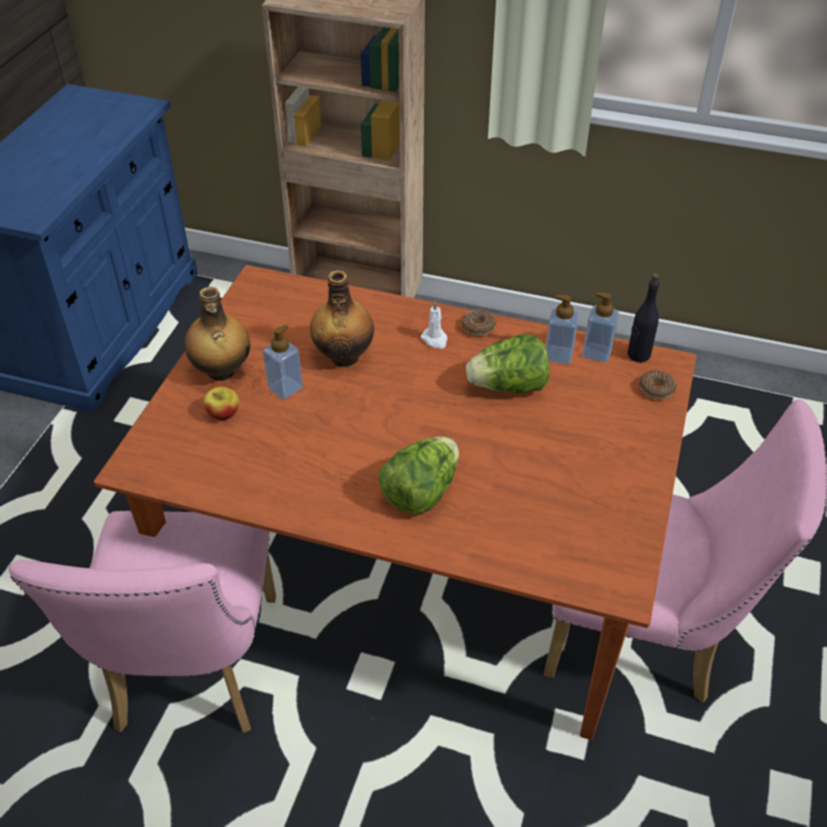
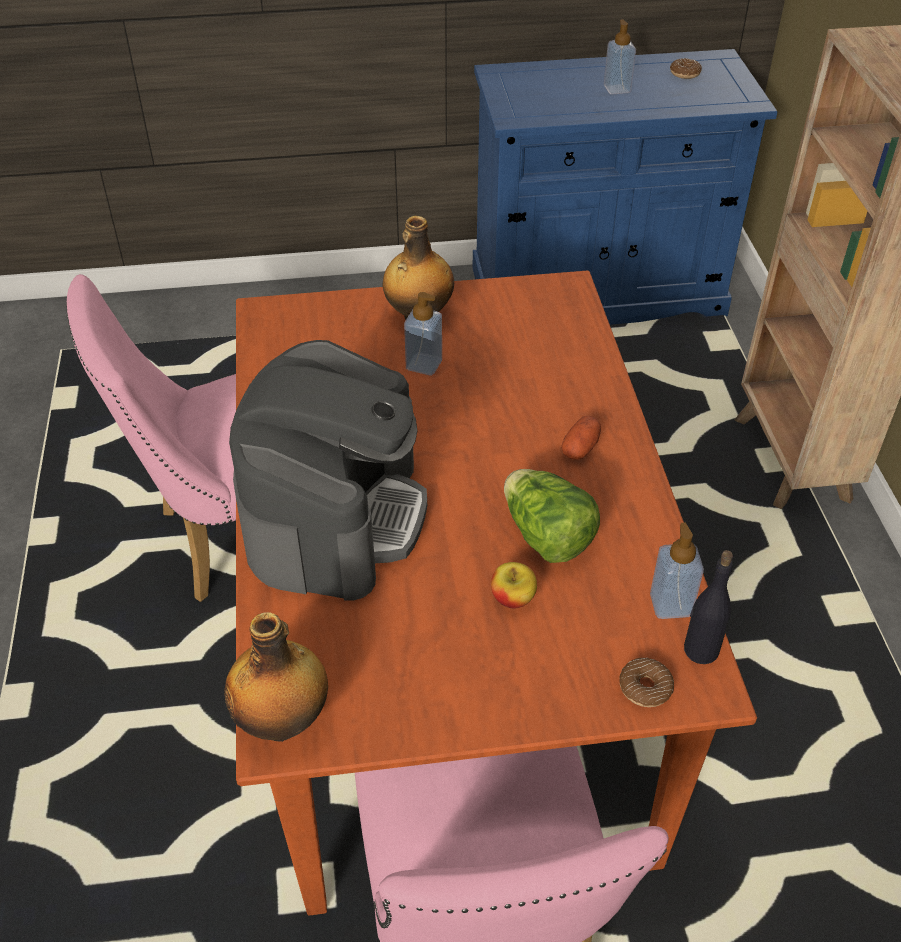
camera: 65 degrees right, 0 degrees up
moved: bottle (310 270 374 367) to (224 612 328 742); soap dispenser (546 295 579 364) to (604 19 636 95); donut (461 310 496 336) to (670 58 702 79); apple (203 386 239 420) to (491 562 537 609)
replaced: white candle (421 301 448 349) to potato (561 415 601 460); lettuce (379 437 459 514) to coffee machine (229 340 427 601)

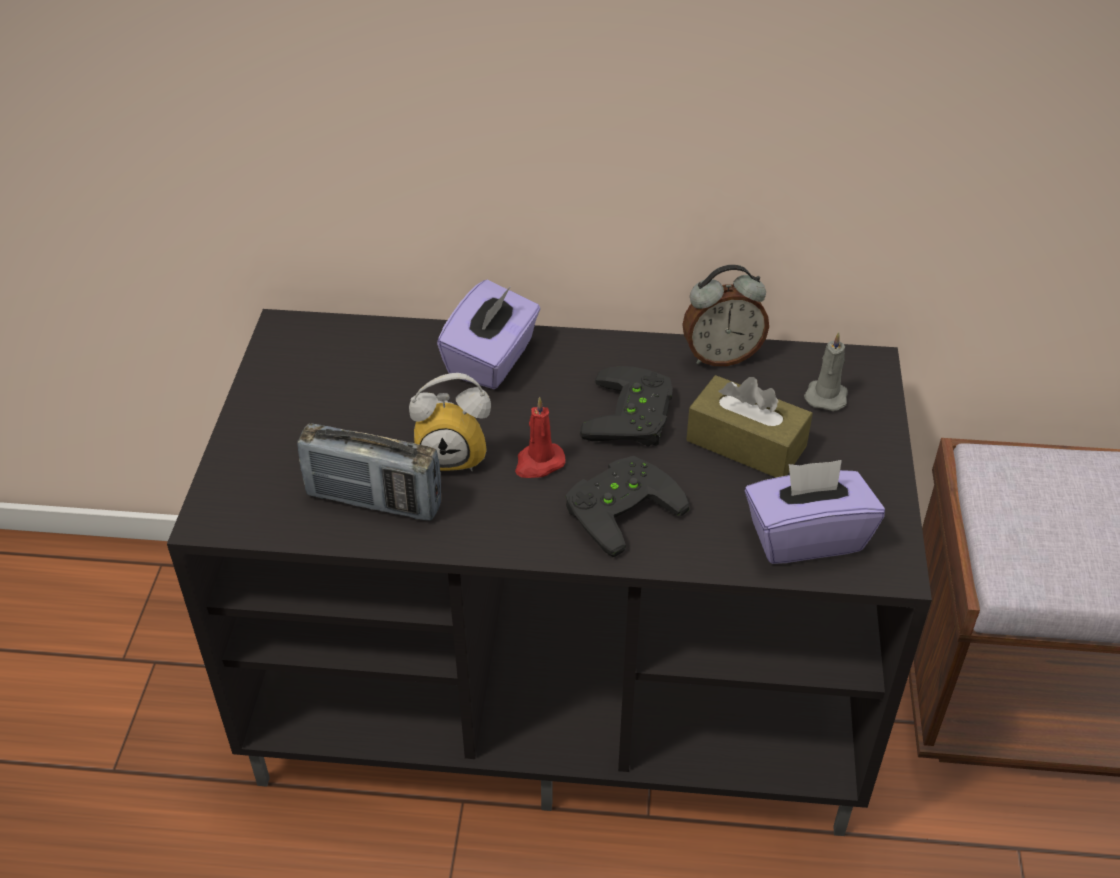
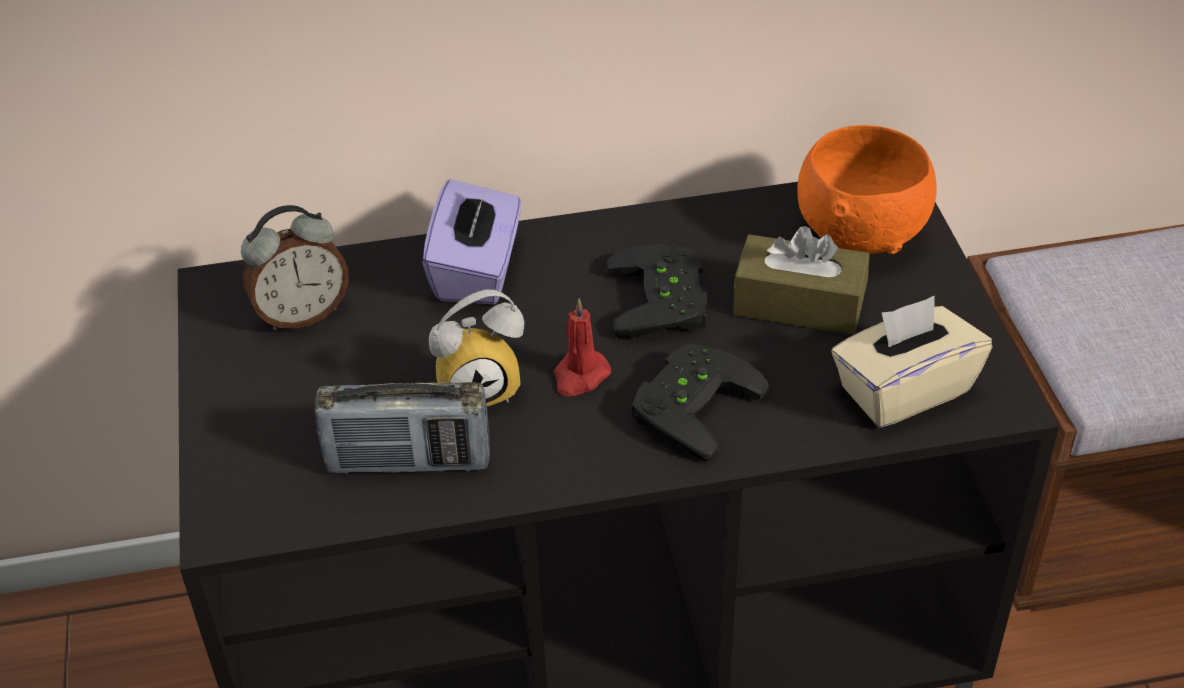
camera: 15 degrees left, 0 degrees up
moved: alarm clock (682 265 769 366) to (241 205 349 330)
replaced: grey candle (804 332 848 411) to orange bowl (797 125 936 254)
recoloured: purple tissue box (745 460 885 564) to beige tissue box (831 296 992 428)

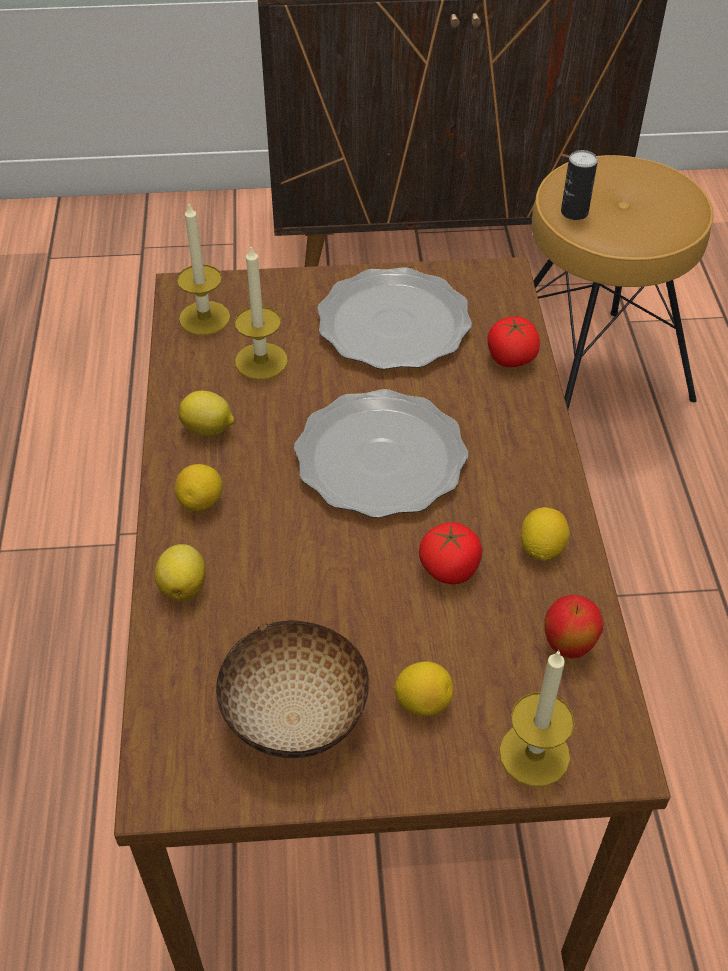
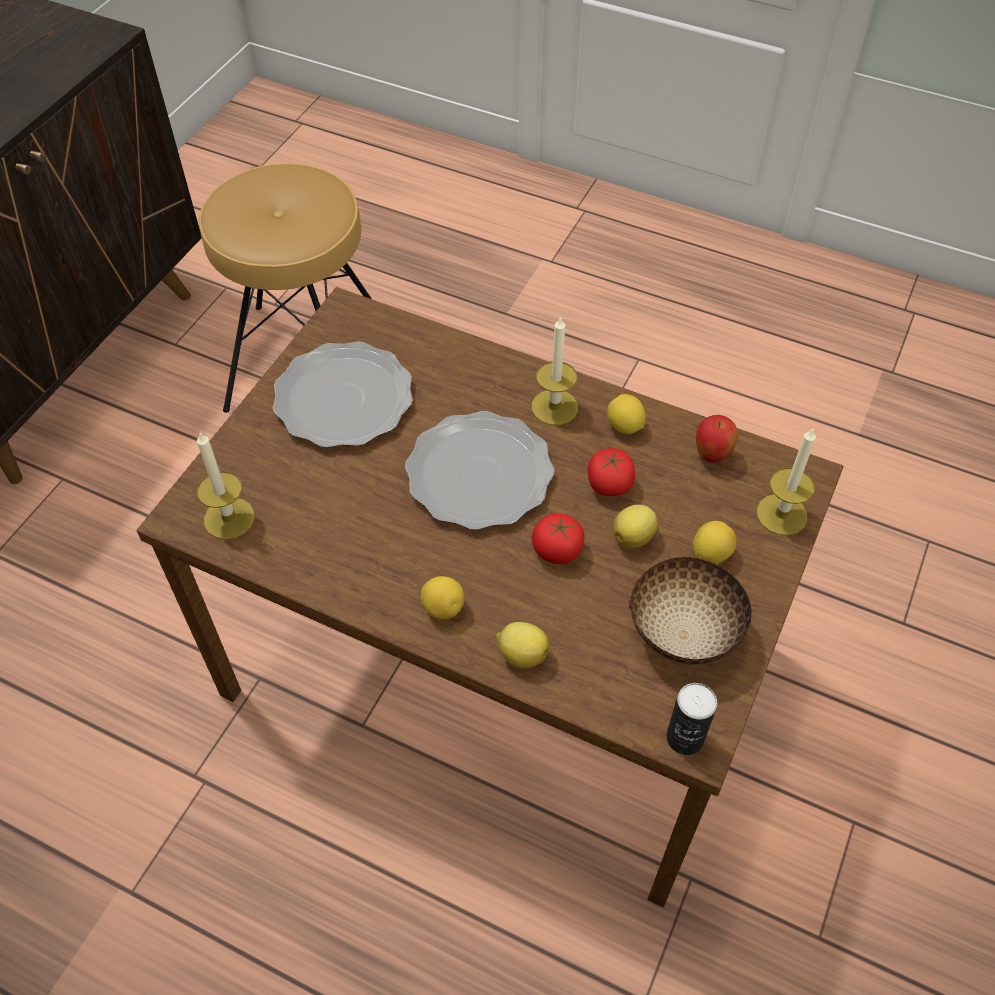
camera: 60 degrees left, 5 degrees up
moved: can (561 150 598 220) to (666 683 718 755); candle (235 245 288 380) to (532 316 578 425); tomato (487 316 540 367) to (532 513 584 564); lemon (179 391 235 436) to (613 505 658 548)

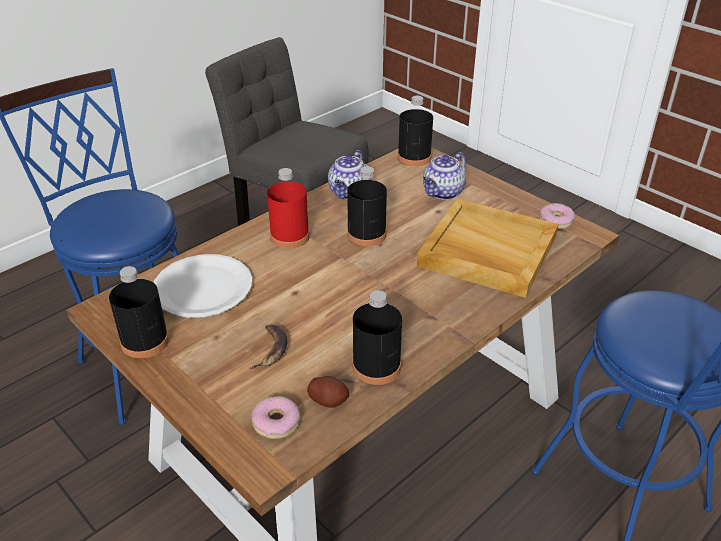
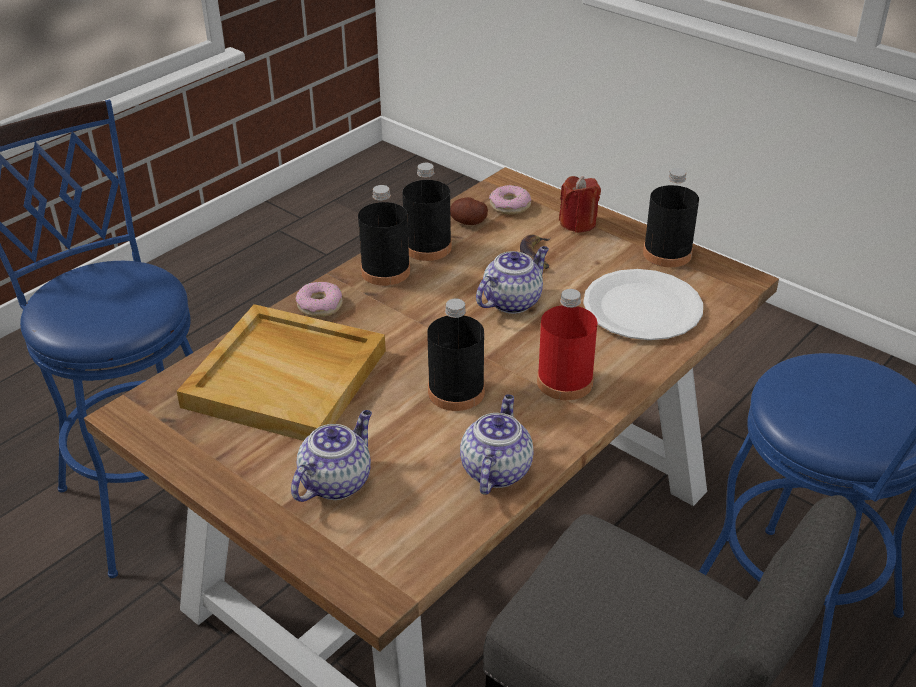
camera: 175 degrees right, 0 degrees up
added: red candle (559 176 601 233); teapot (476 246 549 314)
moved: black bottle (398 96 433 167) to (358 185 410 286); donut (539 203 575 229) to (296 282 343 317)

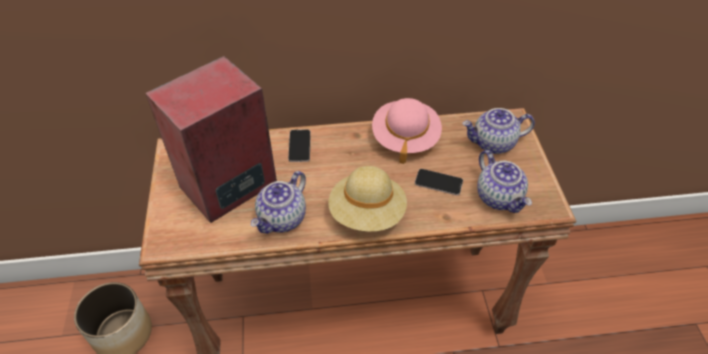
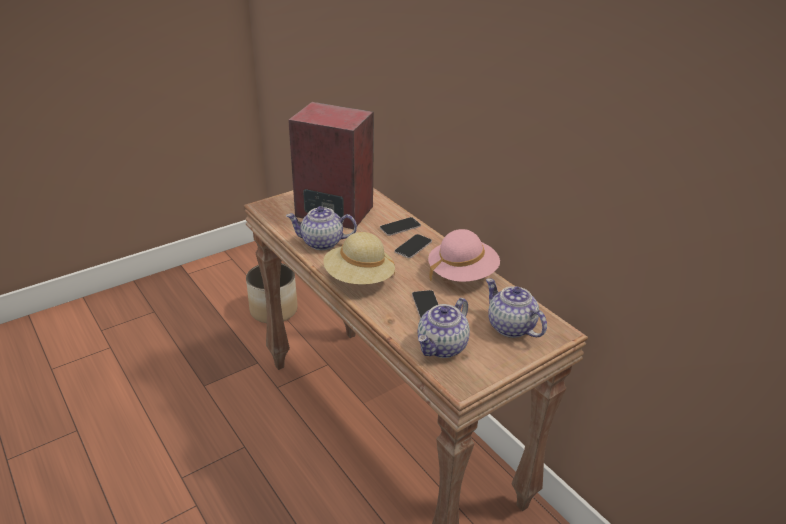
camera: 60 degrees right, 15 degrees down
added: phone (395 234 432 258)

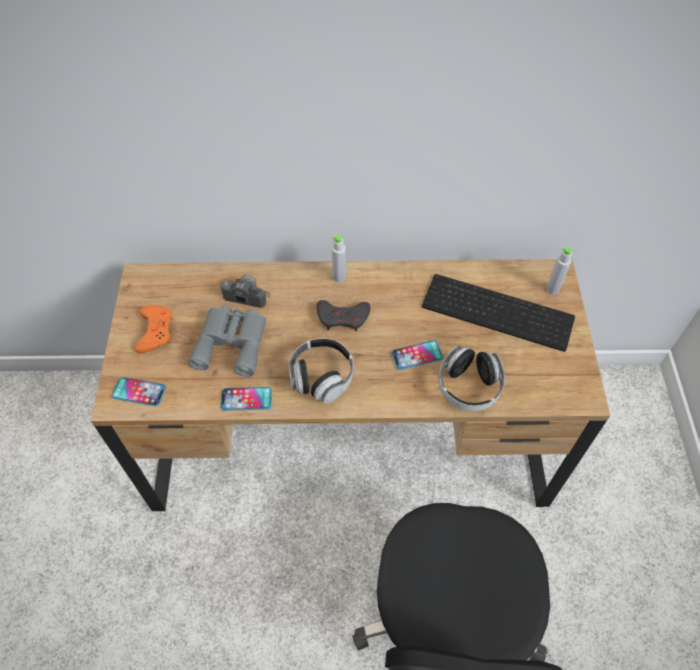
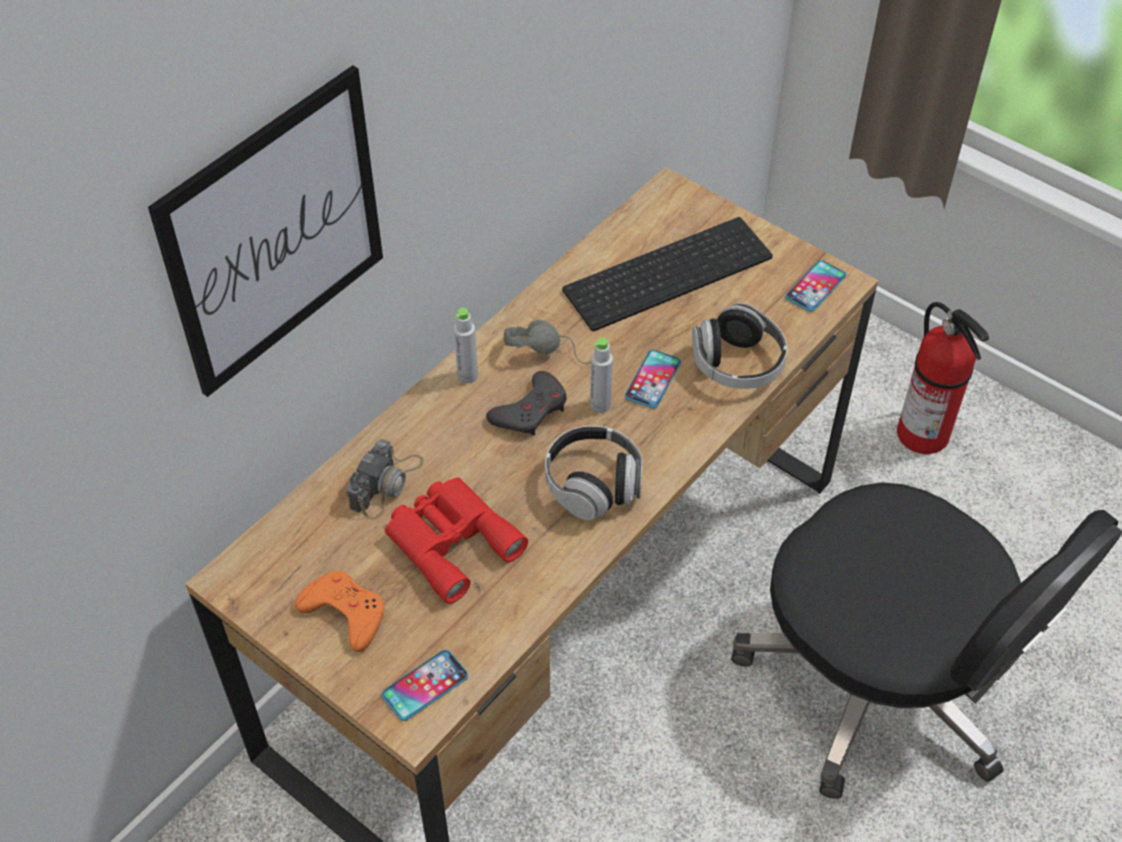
camera: 50 degrees left, 5 degrees down
added: picture (148 65 383 397); fire extinguisher (897 302 989 454); grey headphones (504 320 591 364)
moved: grey bottle (546 247 572 294) to (590 337 613 413); phone (220 387 272 411) to (785 260 846 312)
recoloured: grey binoculars (188 306 266 377) to red binoculars (385 478 528 604)
turned: photo camera (220 274 271 308) = (347 439 424 520) 150 degrees clockwise

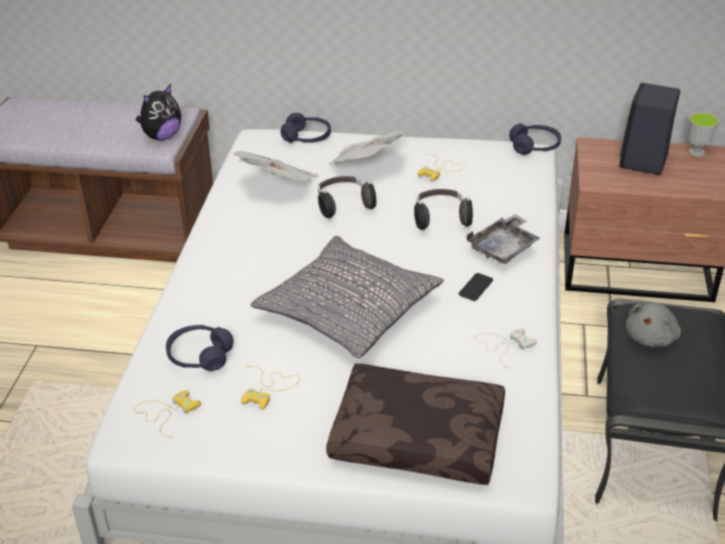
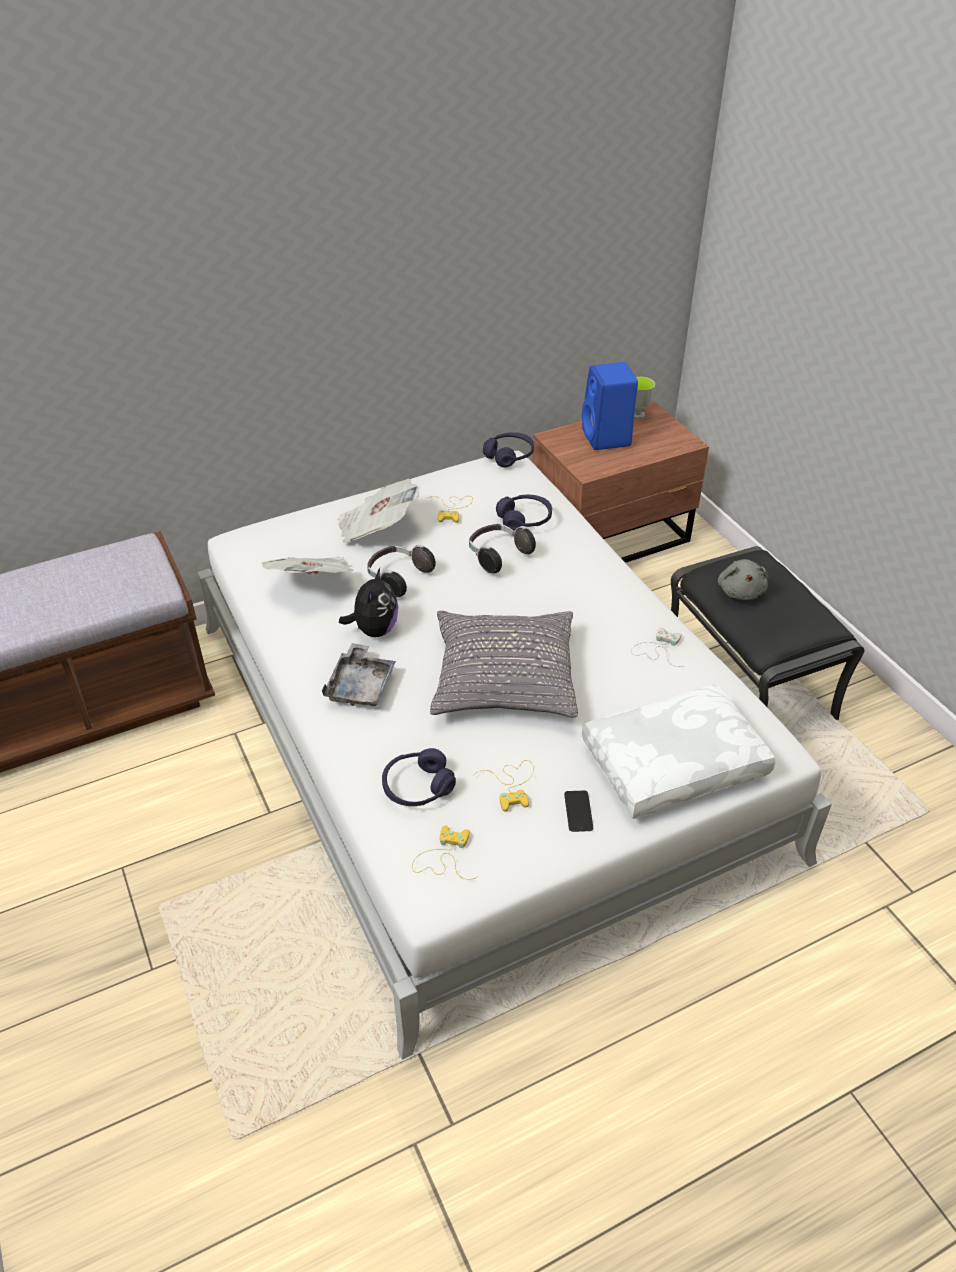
camera: 35 degrees left, 5 degrees up
moved: plush toy (136 84 181 140) to (339 568 398 637); purple headphones (281 113 331 143) to (496 495 552 531); grey tray (467 214 540 264) to (322 643 396 706); phone (458 273 493 301) to (564 791 593 832)
recoloured: black speaker (620 83 680 175) to blue speaker (582 362 638 450); brown pillow (326 364 505 485) to white pillow (582 684 776 819)

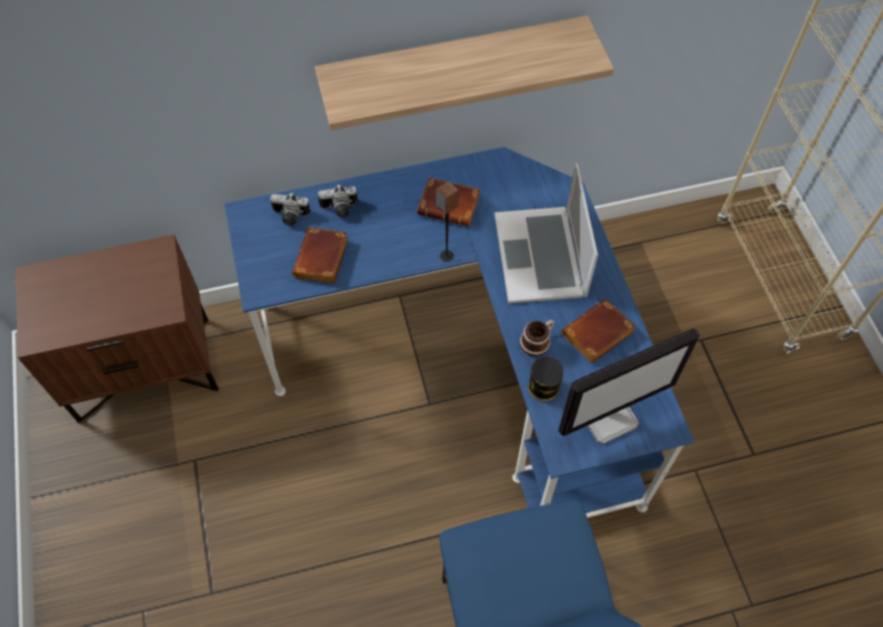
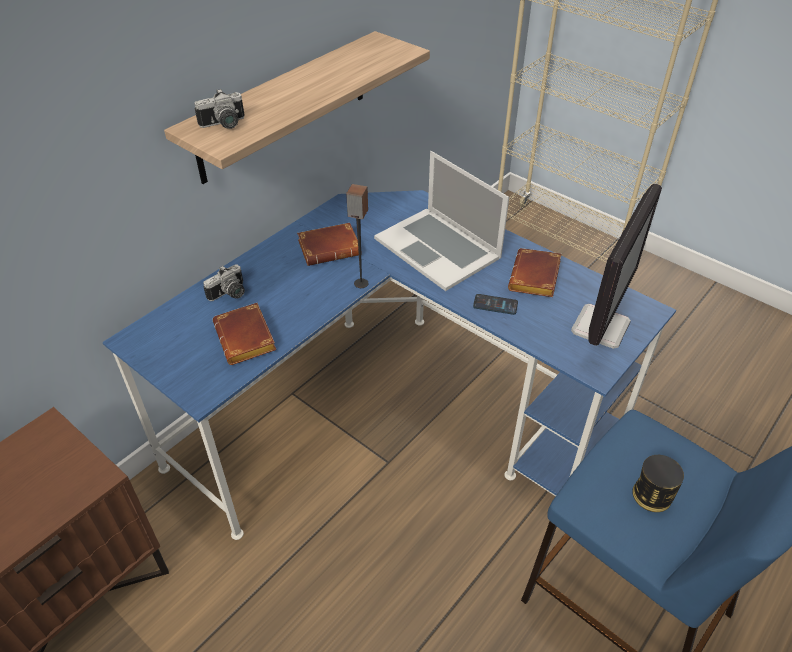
camera: 35 degrees left, 15 degrees down
moved: photo camera (270 192 311 226) to (194 89 244 129); can (528 357 564 401) to (632 455 684 512)
replaced: mug (520 320 554 357) to phone (473 294 518 315)

